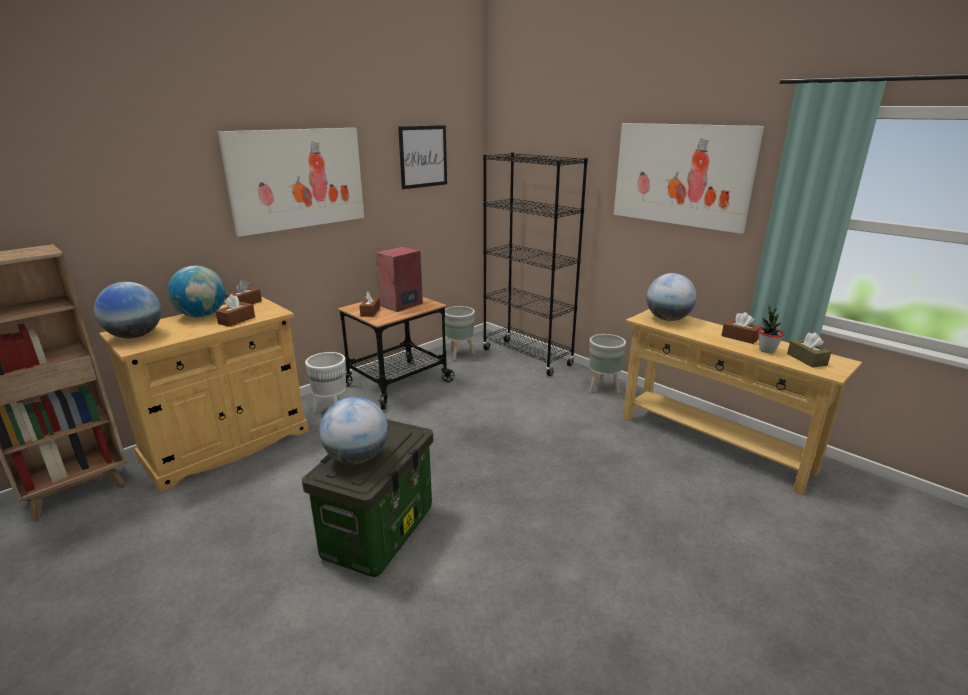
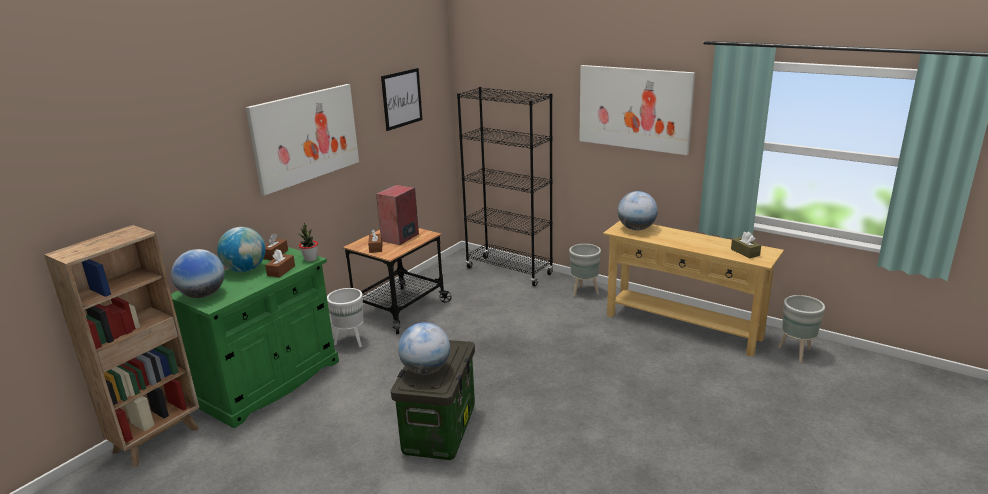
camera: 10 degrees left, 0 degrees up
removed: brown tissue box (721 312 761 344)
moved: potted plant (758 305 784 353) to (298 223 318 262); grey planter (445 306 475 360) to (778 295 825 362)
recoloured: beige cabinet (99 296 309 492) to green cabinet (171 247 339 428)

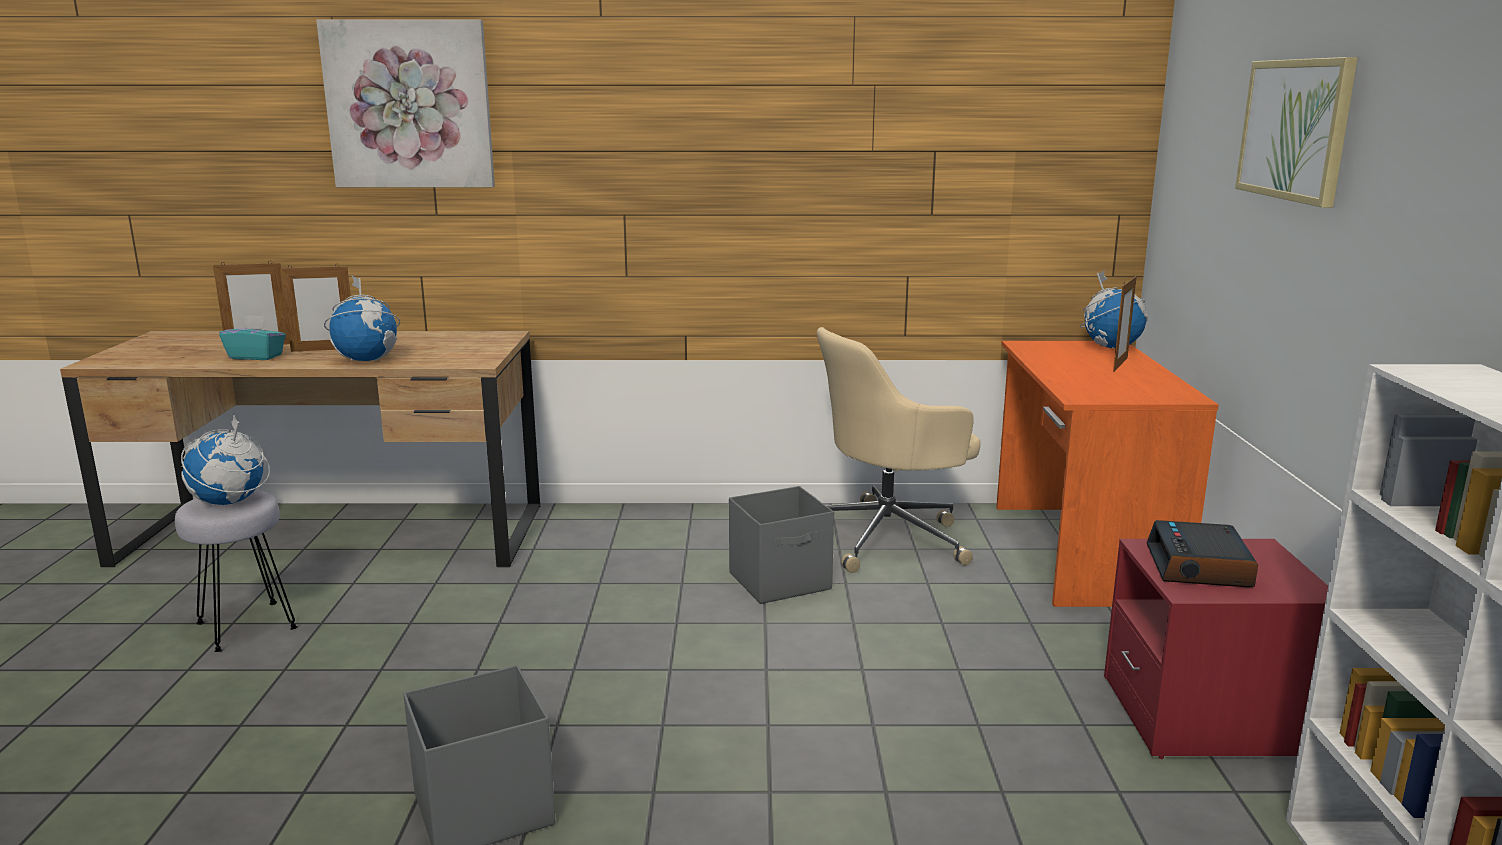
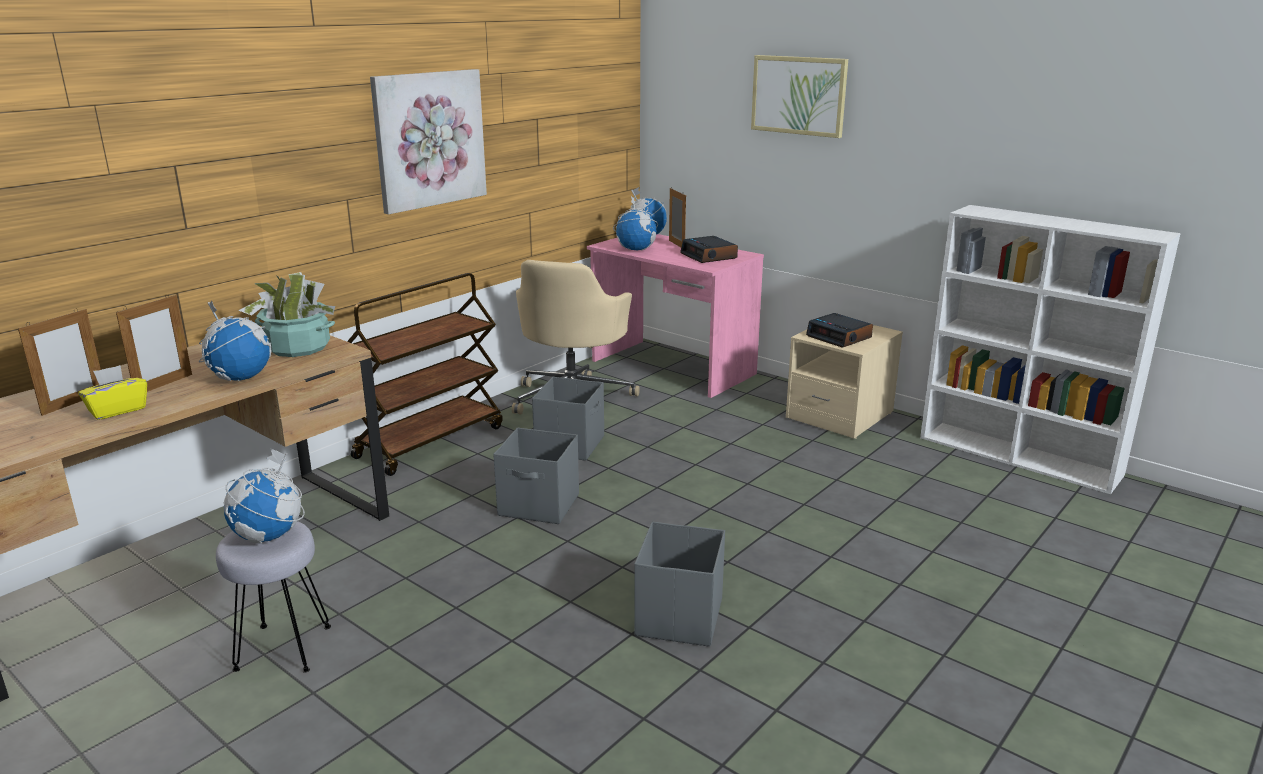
camera: 50 degrees left, 5 degrees up
added: globe (613 196 658 250); alarm clock (680 236 738 263); potted plant (238 272 335 357); brown cart (347 273 503 476); grey storage box (493 427 579 524)
moved: picture (316 20 495 187) to (370 69 487 214)
recoloured: turquoise tissue box (219 315 286 360) to yellow tissue box (78 365 147 420); orange desk (996 341 1219 607) to pink desk (587 234 764 398); red nightstand (1104 539 1328 759) to beige nightstand (786 325 903 439)

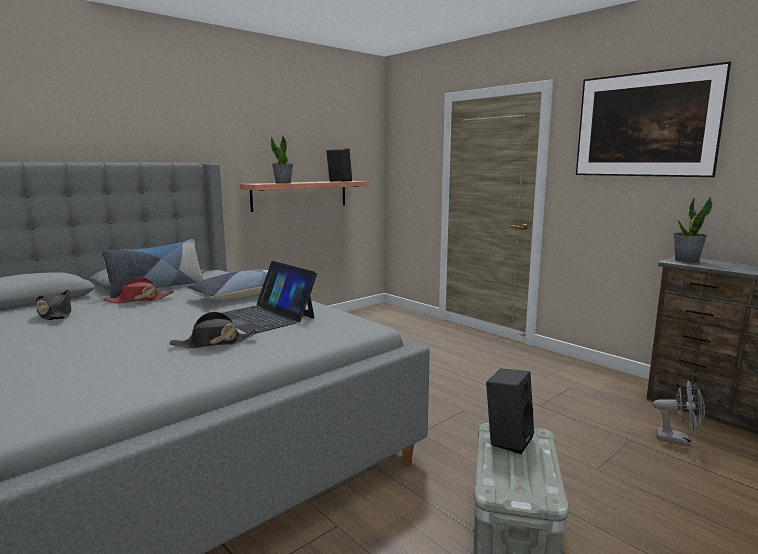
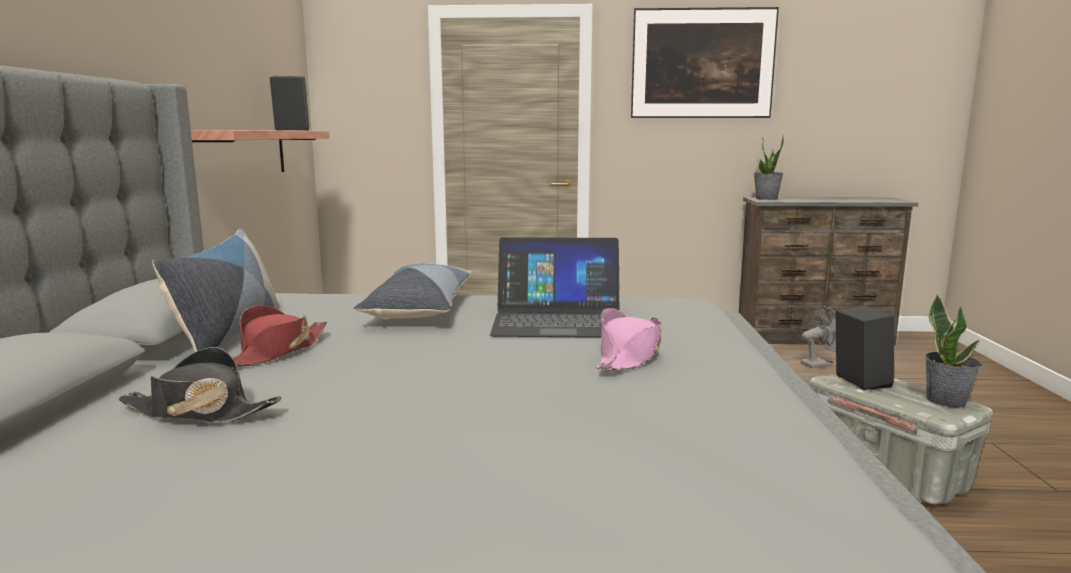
camera: 45 degrees left, 0 degrees up
moved: potted plant (271 136 293 184) to (925 295 981 408)
recoloured: black hat (169 311 258 349) to pink hat (597 308 661 371)

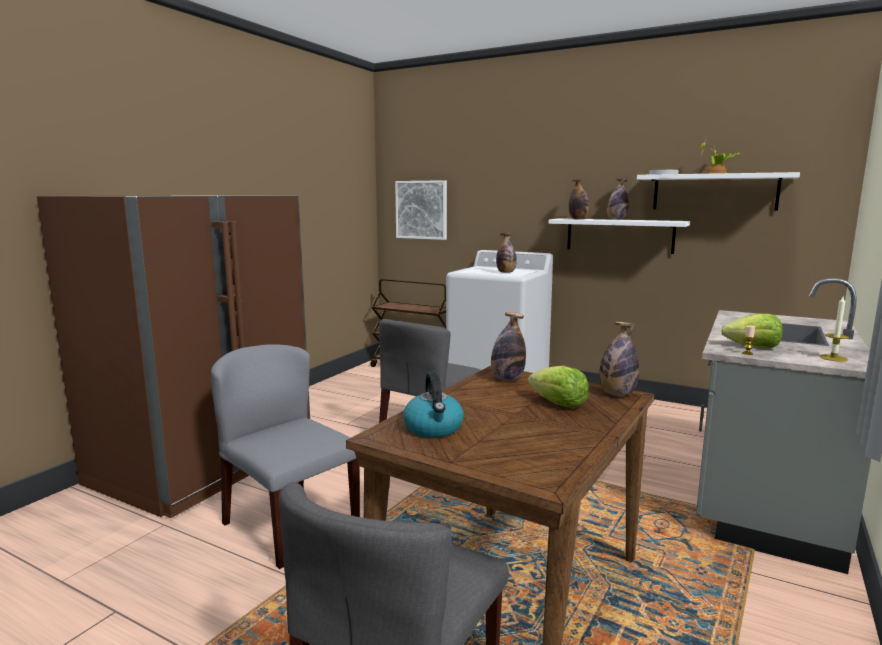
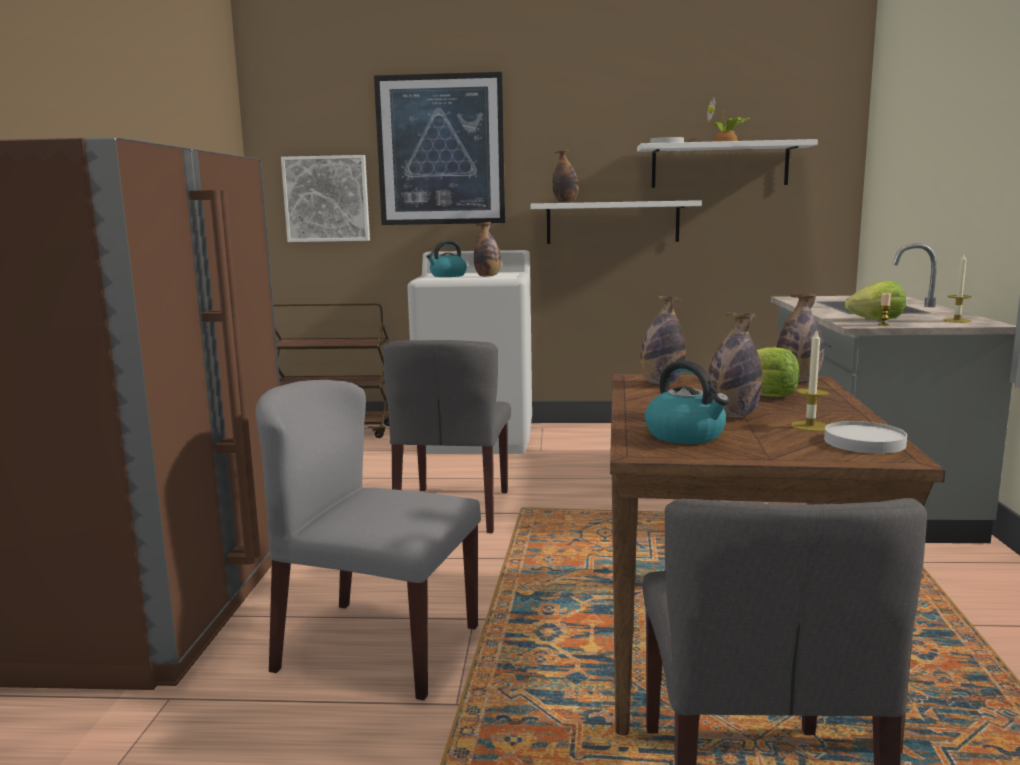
camera: 25 degrees left, 0 degrees up
added: picture (374 72 505 225); kettle (426 240 467 277); candle (791 329 829 432); white plate (824 421 907 454)
moved: bottle (607 178 629 220) to (708 312 762 417)

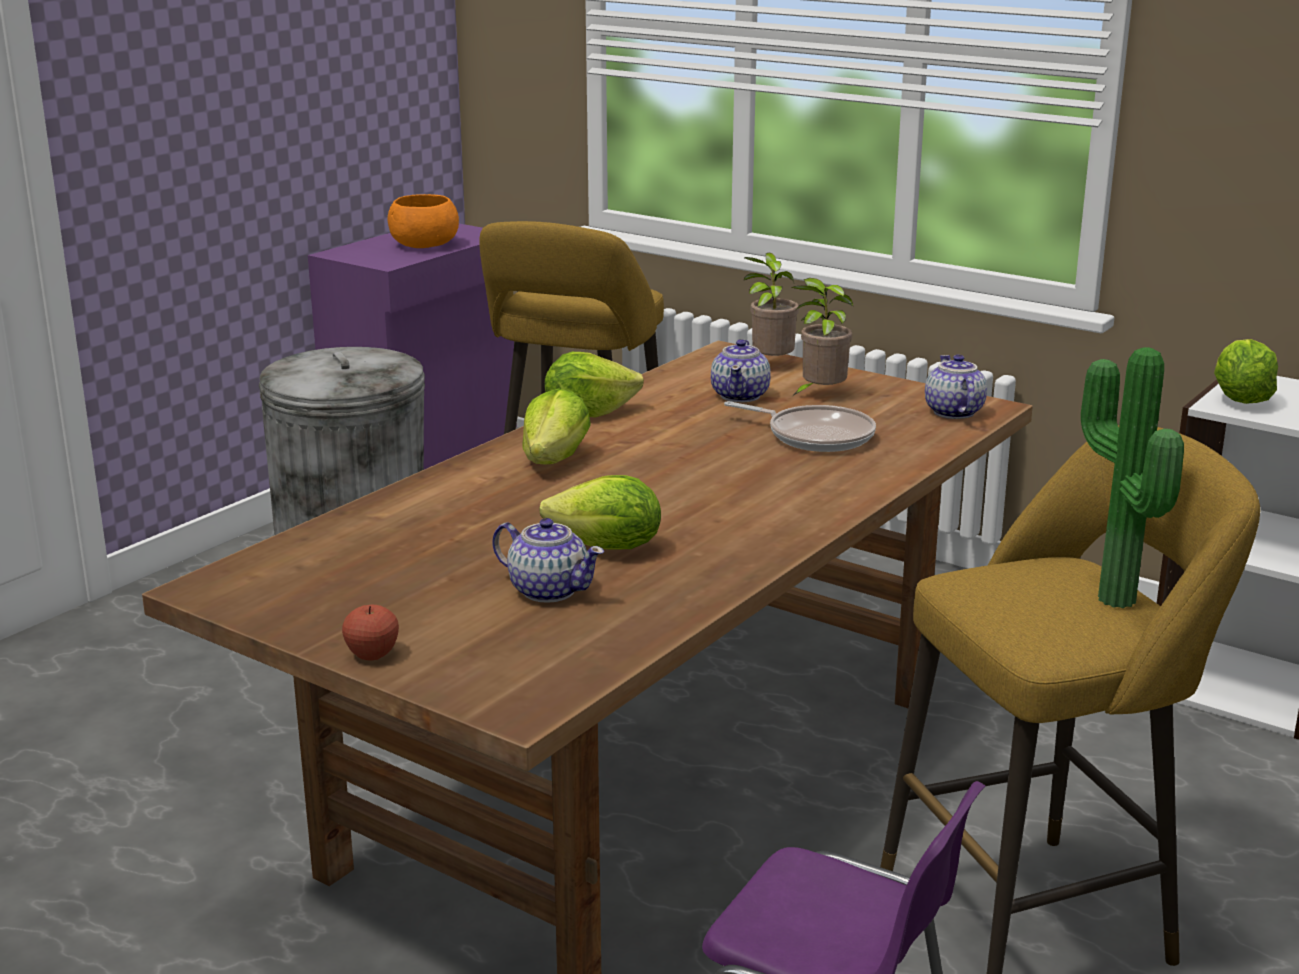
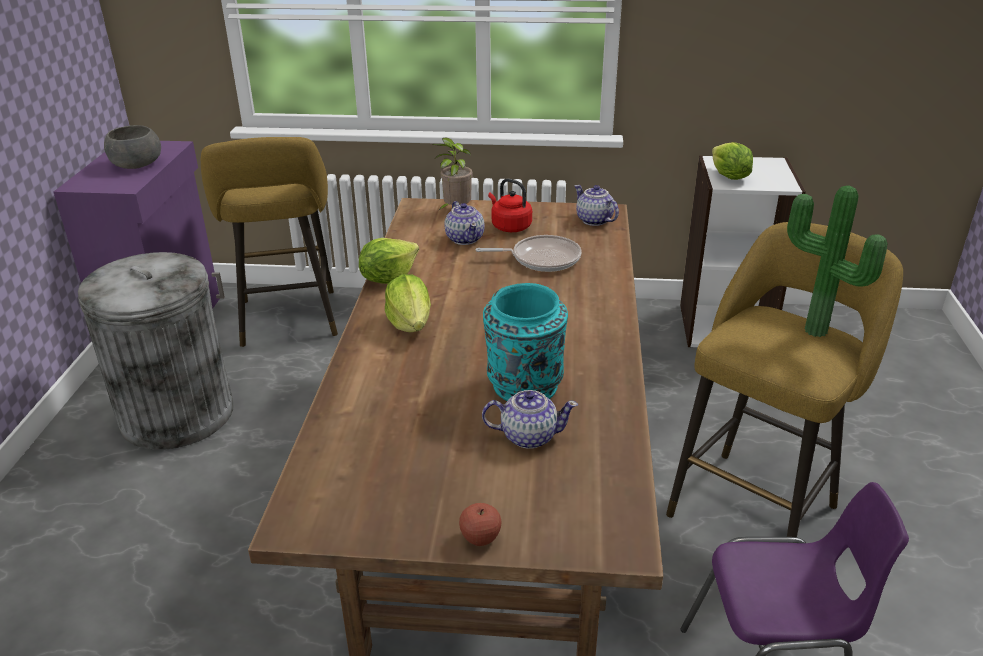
camera: 30 degrees left, 10 degrees up
replaced: potted plant (791 278 853 396) to red kettle (488 178 532 232); lettuce (540 475 661 549) to turquoise vase (483 283 568 401)
recoloured: orange bowl (388 194 459 248) to grey bowl (104 125 161 169)

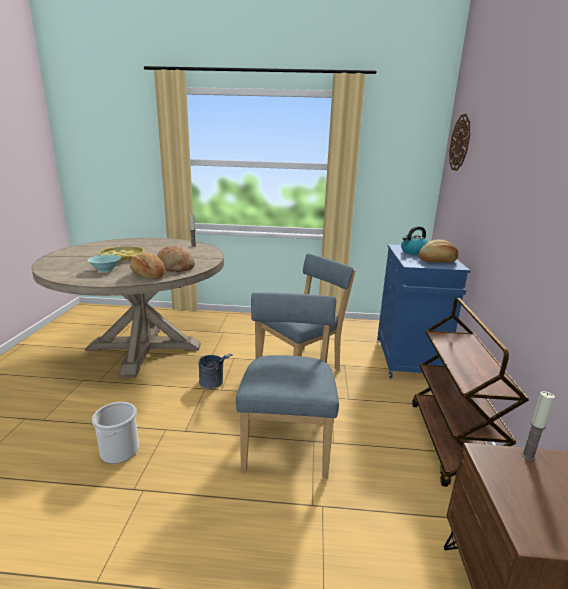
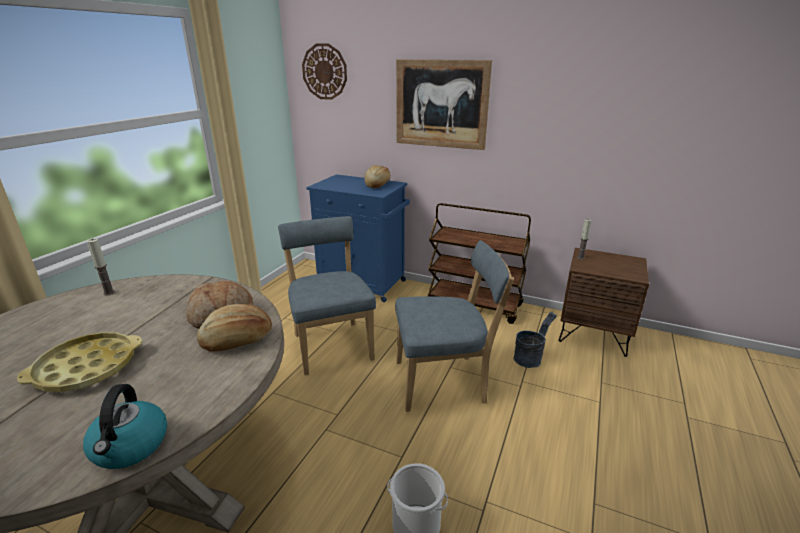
camera: 70 degrees left, 5 degrees up
removed: turquoise bowl (87 255 121 272)
added: picture (396 59 492 150)
moved: kettle (401 226 428 255) to (83 384 167 469); grey bucket (198 354 233 389) to (514 312 557 368)
turned: blue chair (236 293 339 479) = (395 240 514 412) 150 degrees clockwise

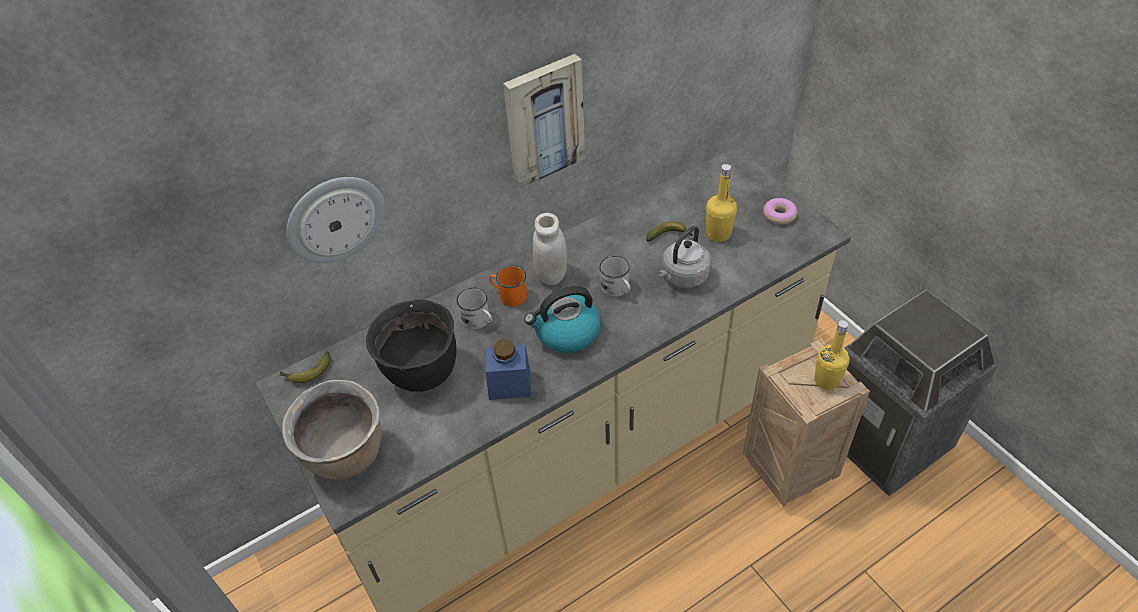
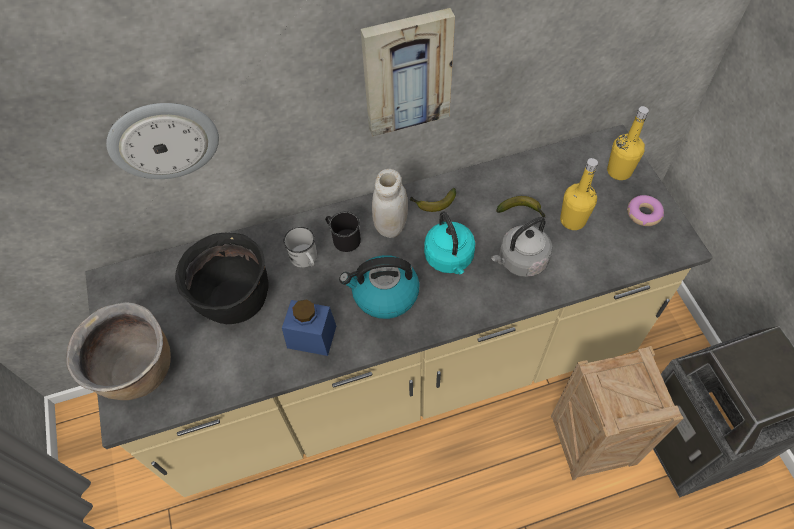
camera: 15 degrees right, 10 degrees up
moved: yellow bottle (814 320 850 390) to (607 106 649 180); banana (280 352 330 383) to (410 188 456 212)
replaced: white mug (599 256 631 297) to turquoise kettle (424 211 475 274)
recoloured: orange mug (489 265 527 307) to black mug (325 211 361 252)

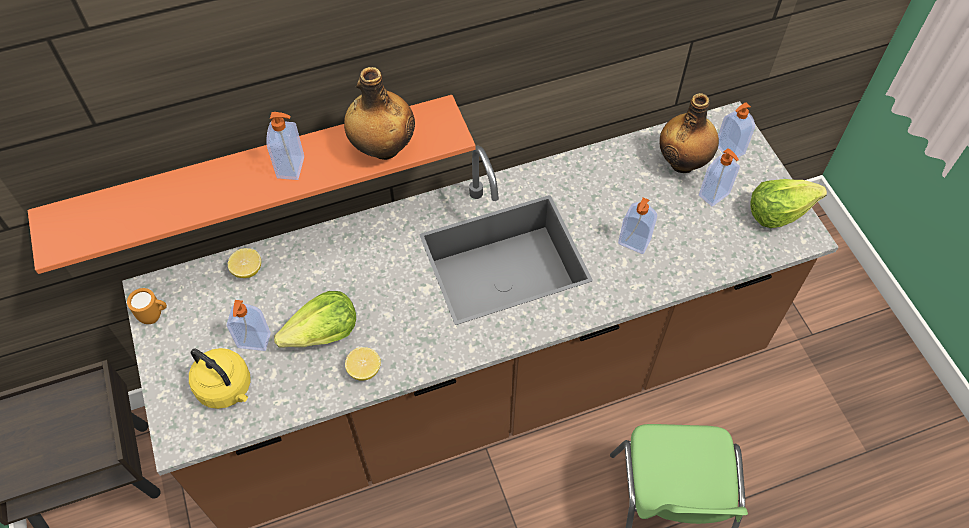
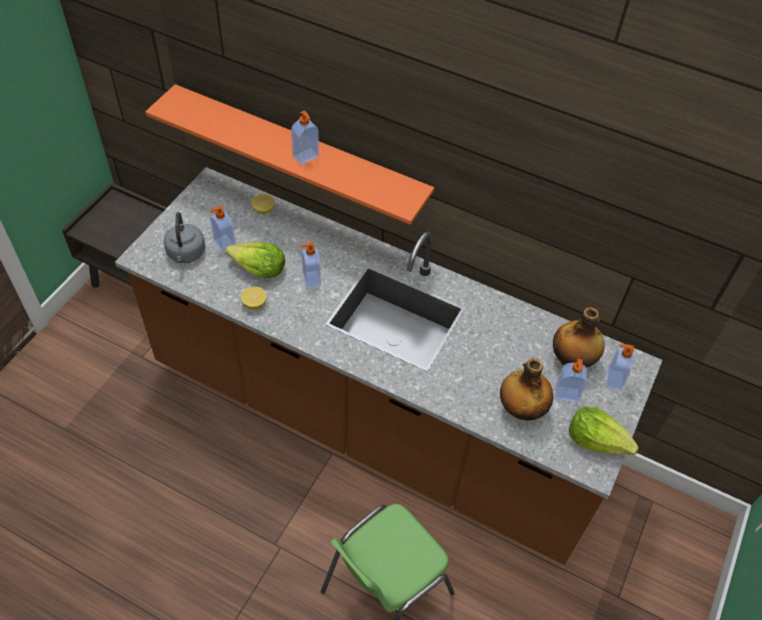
camera: 45 degrees right, 5 degrees down
removed: orange mug (127 288 167 324)
moved: bottle (344 67 415 160) to (500 358 553 420); soap dispenser (618 197 657 254) to (301 242 321 289)
recoloured: yellow kettle (189 348 251 409) to grey kettle (164 212 205 263)

